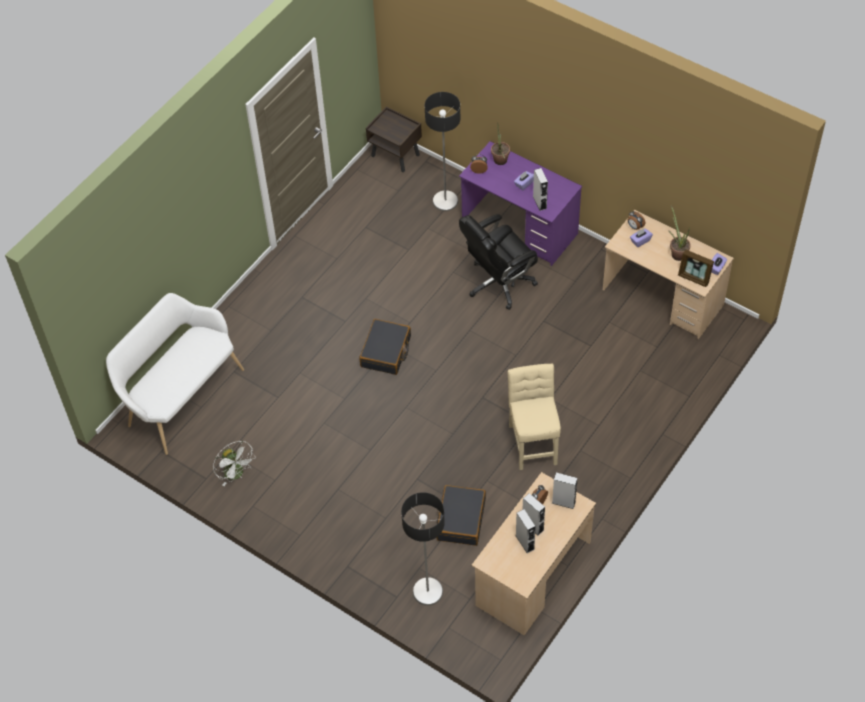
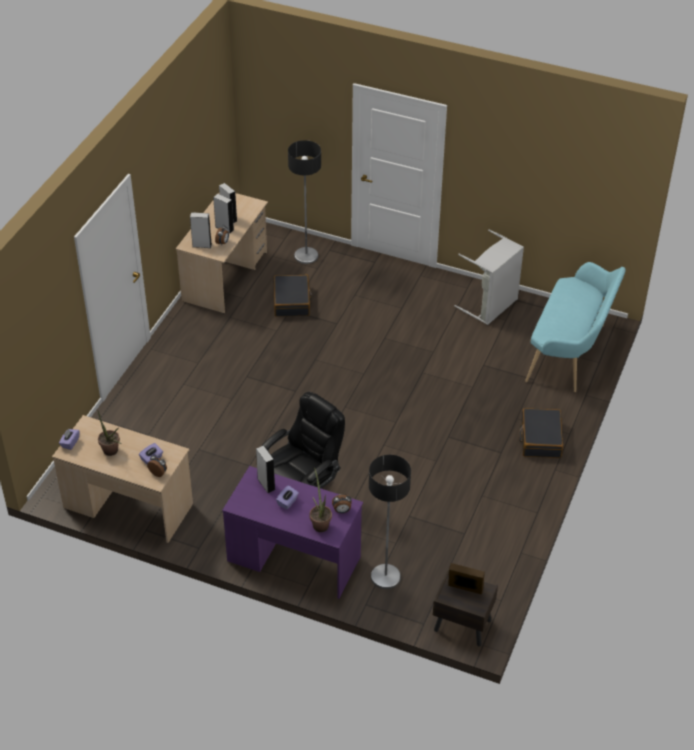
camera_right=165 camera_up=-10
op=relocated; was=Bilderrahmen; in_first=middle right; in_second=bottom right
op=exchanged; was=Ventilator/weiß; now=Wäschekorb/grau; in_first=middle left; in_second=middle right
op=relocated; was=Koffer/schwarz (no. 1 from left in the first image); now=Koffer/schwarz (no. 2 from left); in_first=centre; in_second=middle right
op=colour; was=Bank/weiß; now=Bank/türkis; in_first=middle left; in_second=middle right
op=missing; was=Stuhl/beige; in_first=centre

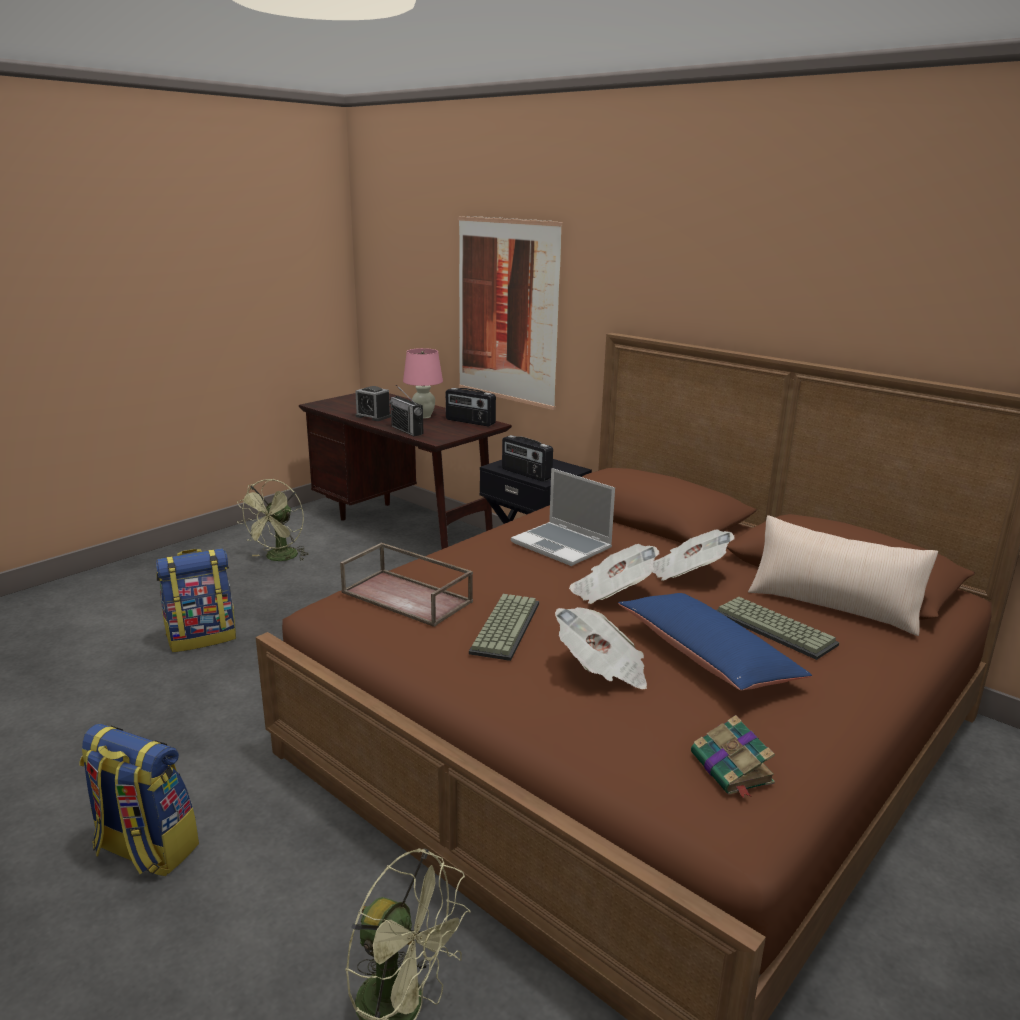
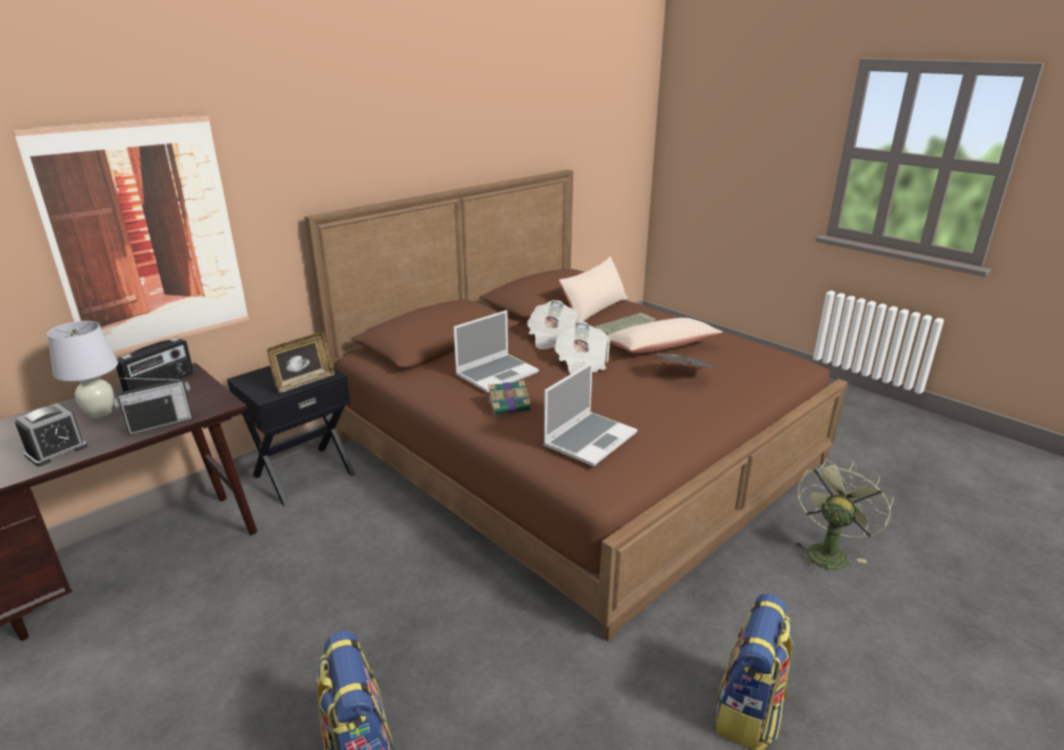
camera_right=-85 camera_up=5
op=colour; was=Tischlampe/rosa; now=Tischlampe/weiß; in_first=centre; in_second=middle left
op=exchanged; was=Radio (no. 3 from left); now=Bilderrahmen; in_first=centre; in_second=middle left
op=relocated; was=Buch; in_first=bottom right; in_second=centre
op=exchanged; was=Tablett/braun; now=Laptop (no. 2 from left); in_first=centre; in_second=centre
op=colour; was=Kissen/blau; now=Kissen/beige (no. 2 from left); in_first=middle right; in_second=centre
op=missing; was=Ventilator/grün (no. 1 from left); in_first=middle left
op=missing; was=Tastatur (no. 1 from left); in_first=centre

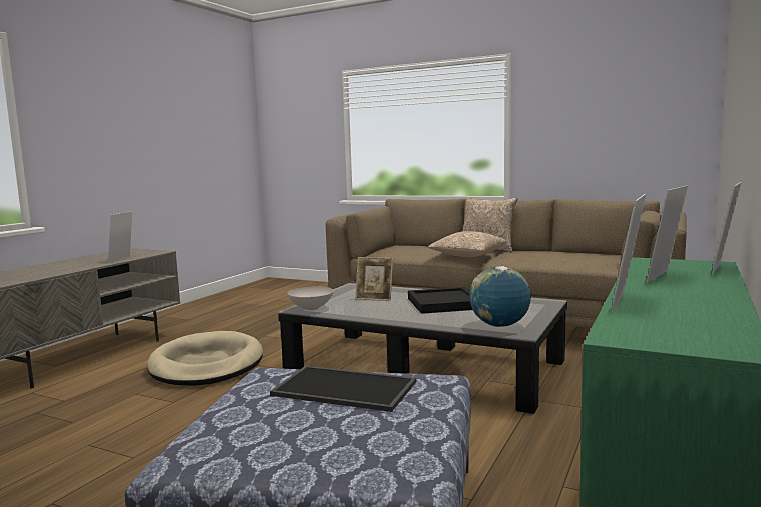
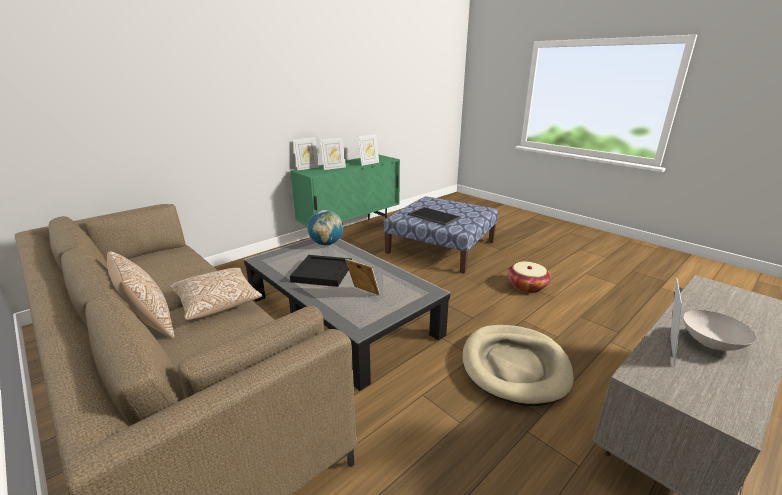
camera_right=-160 camera_up=15
op=appeared; now=Korb; in_second=middle right
op=relocated; was=Schüssel/weiß; in_first=centre; in_second=bottom right

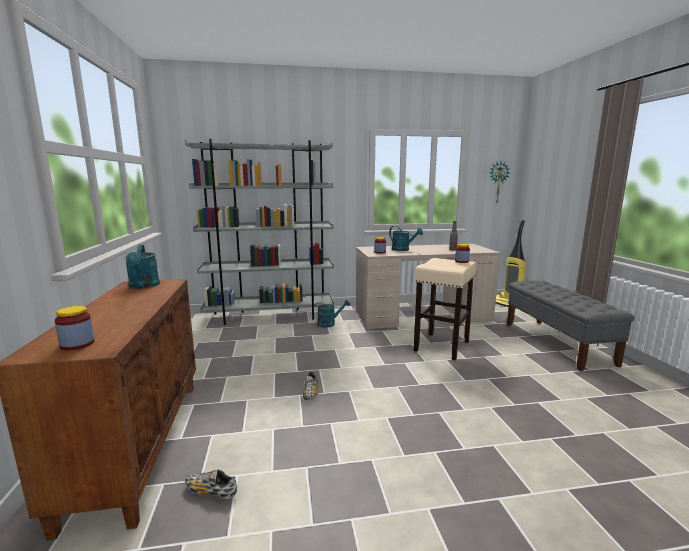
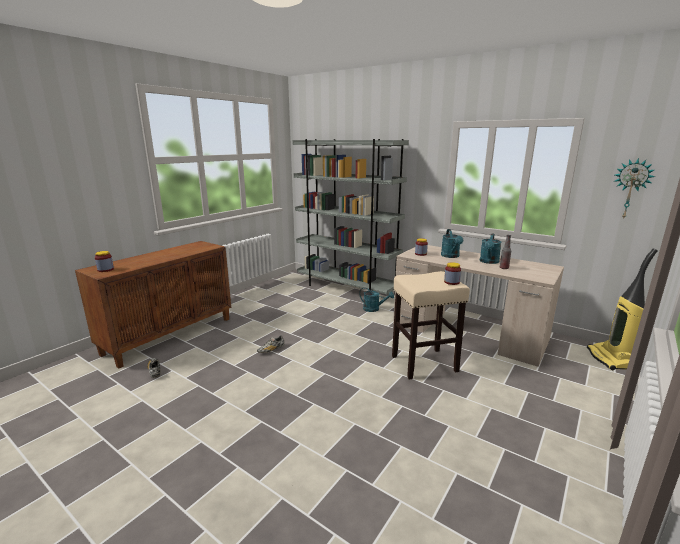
camera_right=45 camera_up=5
op=relocated; was=Gießkanne/türkis (no. 1 from left in the first image); now=Gießkanne/türkis (no. 3 from left); in_first=middle left; in_second=middle right
op=missing; was=Bank/grau; in_first=middle right

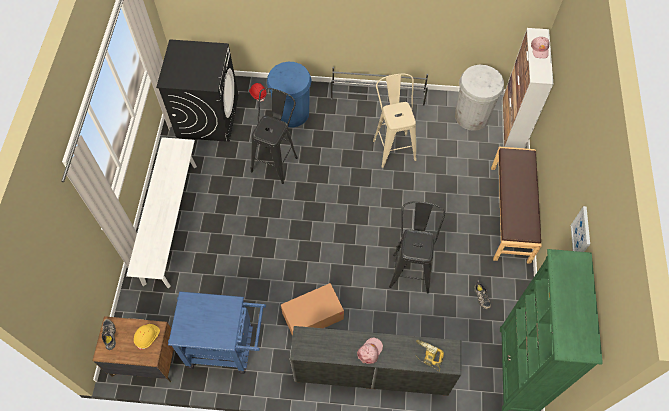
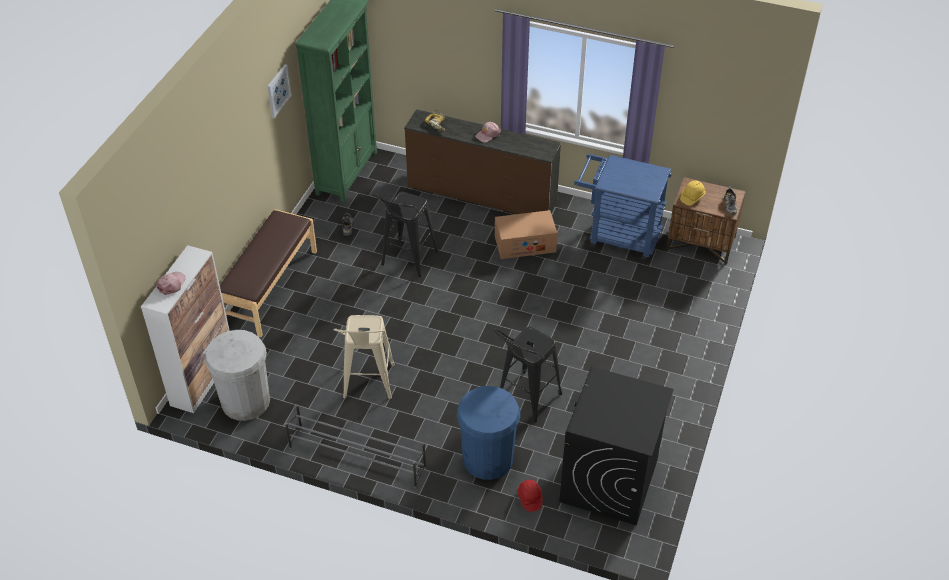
camera_right=-165 camera_up=-15
op=missing; was=Bank/weiß; in_first=middle left

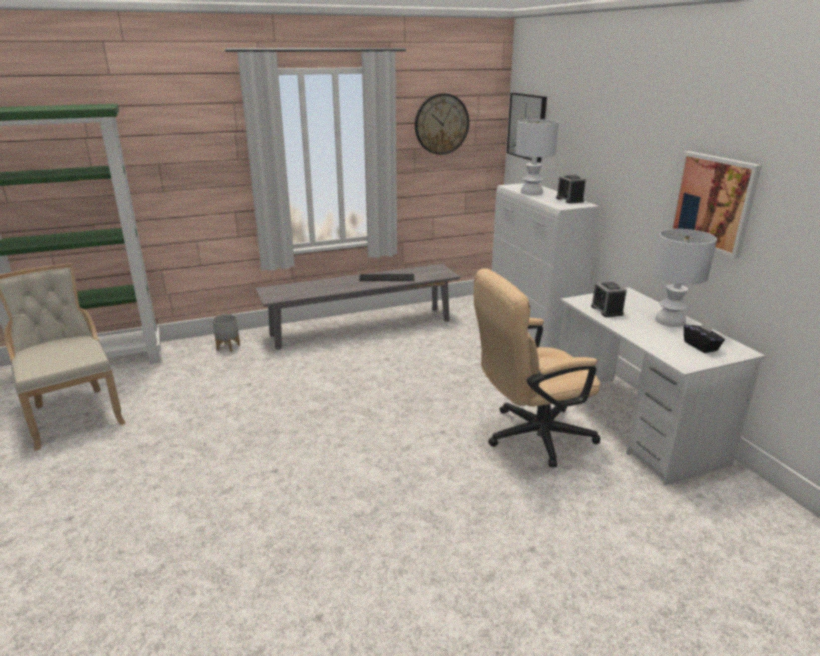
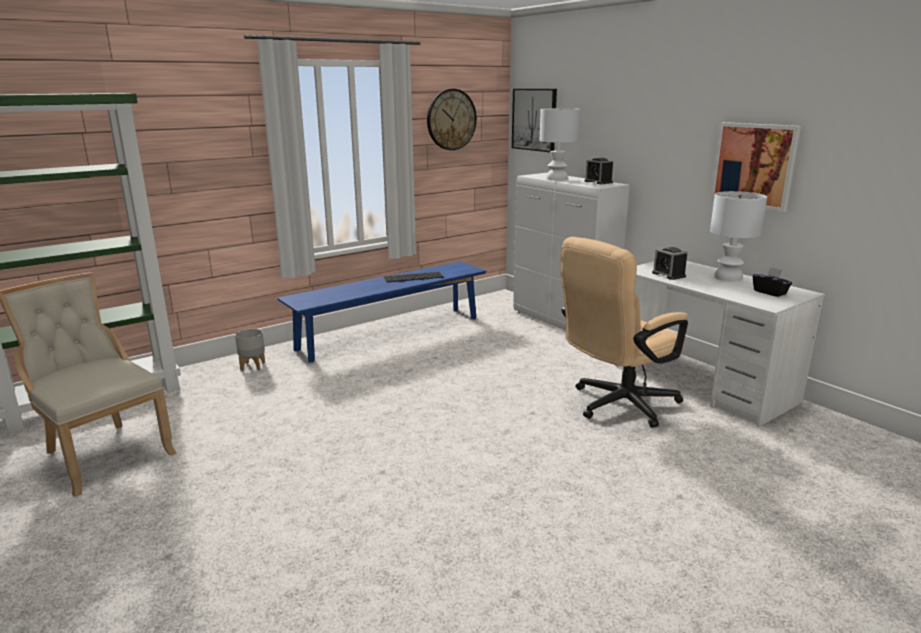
camera_right=-15 camera_up=-5
op=colour; was=Bank/grau; now=Bank/blau; in_first=centre; in_second=centre

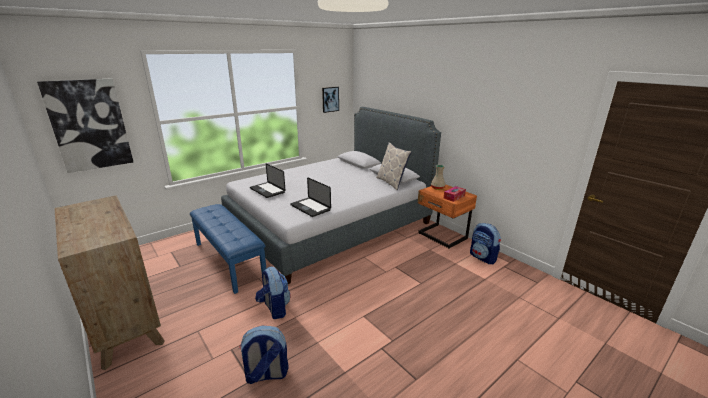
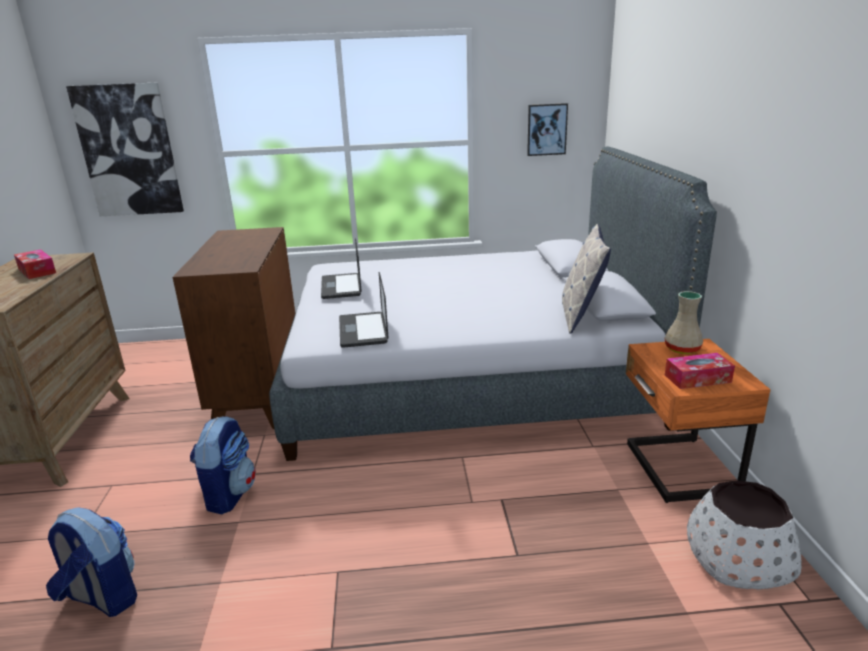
camera_right=35 camera_up=0
op=appeared; now=Taschentuchbox (no. 1 from left); in_second=middle left
op=exchanged; was=Bank/blau; now=Kommode/braun (no. 2 from left); in_first=middle left; in_second=middle left
op=exchanged; was=Rucksack (no. 3 from left); now=Pflanzkübel/weiß; in_first=middle right; in_second=bottom right

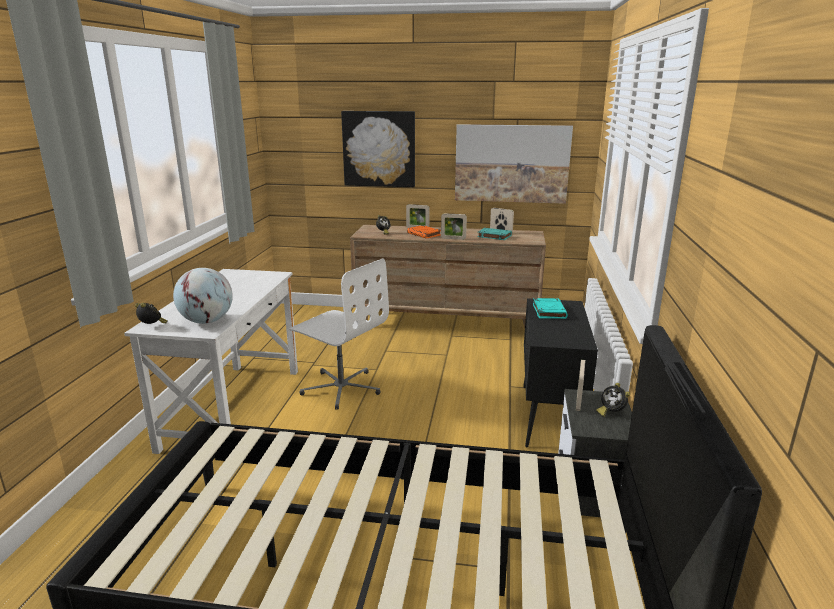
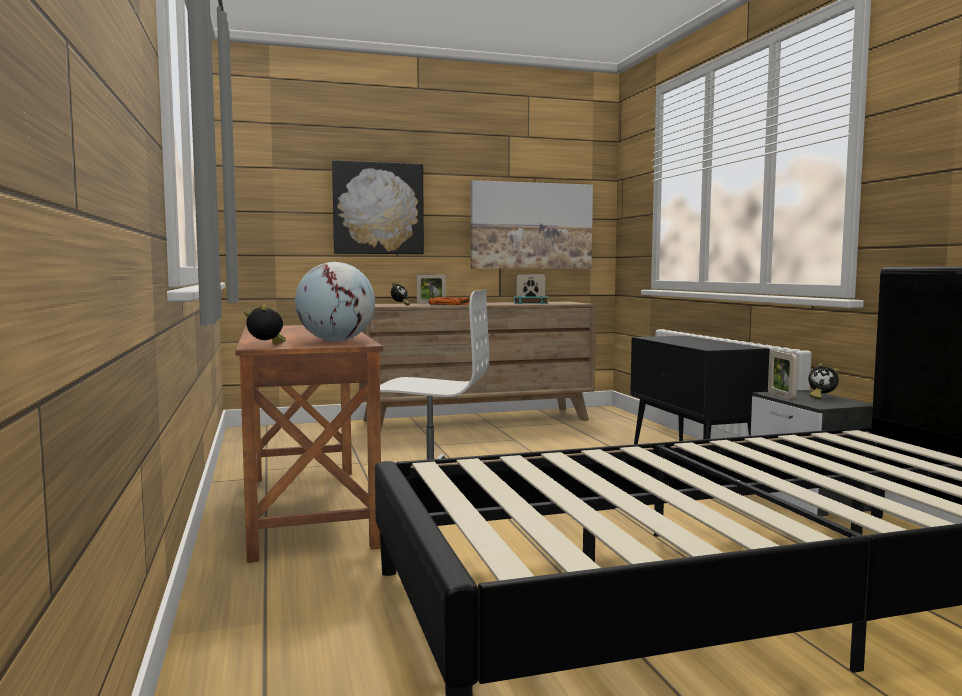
camera_right=-25 camera_up=-15
op=colour; was=Schreibtisch/weiß; now=Schreibtisch/braun; in_first=middle left; in_second=middle left
op=missing; was=Bilderrahmen (no. 2 from left); in_first=centre
op=missing; was=Buch/türkis (no. 2 from left); in_first=centre

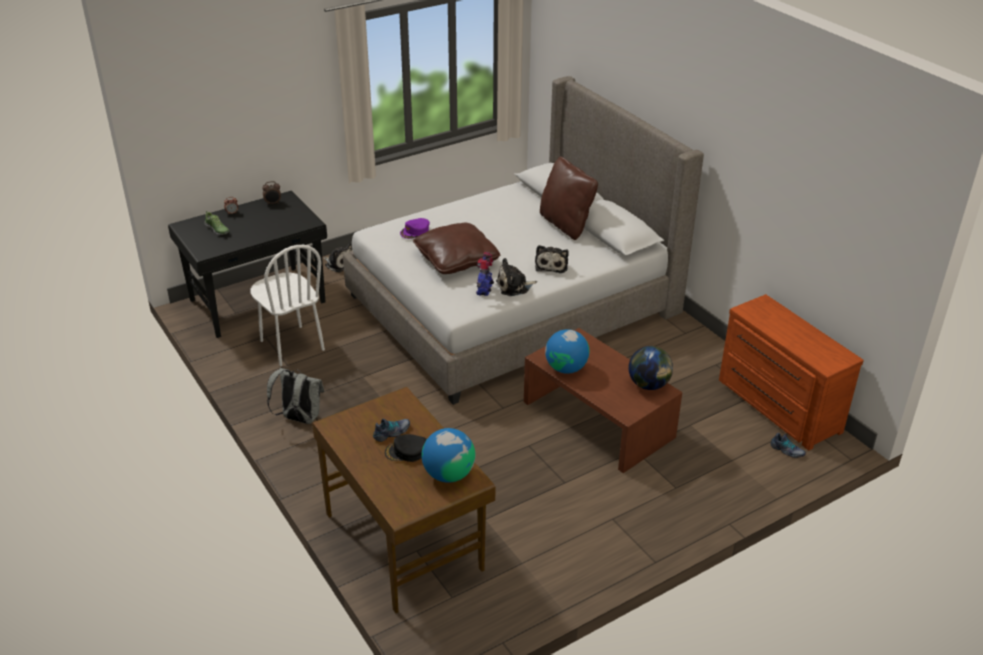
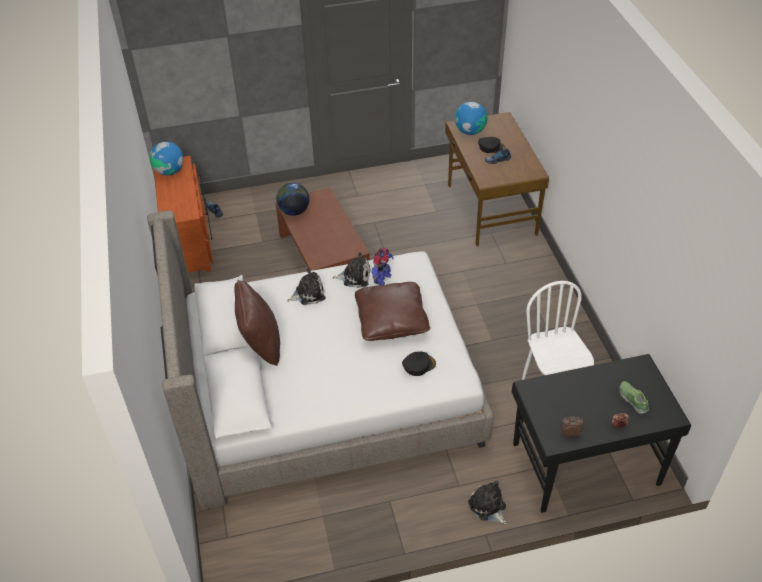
camera_right=-160 camera_up=10
op=relocated; was=Globus (no. 2 from left in the first image); now=Globus (no. 1 from left); in_first=centre; in_second=top left
op=spun; was=Plüschtier (no. 3 from left in the first image); in_first=centre; in_second=centre; clockwise=45
op=colour; was=Kappe/lila; now=Kappe/schwarz (no. 1 from left); in_first=centre; in_second=centre
op=missing; was=Rucksack/grau; in_first=middle left

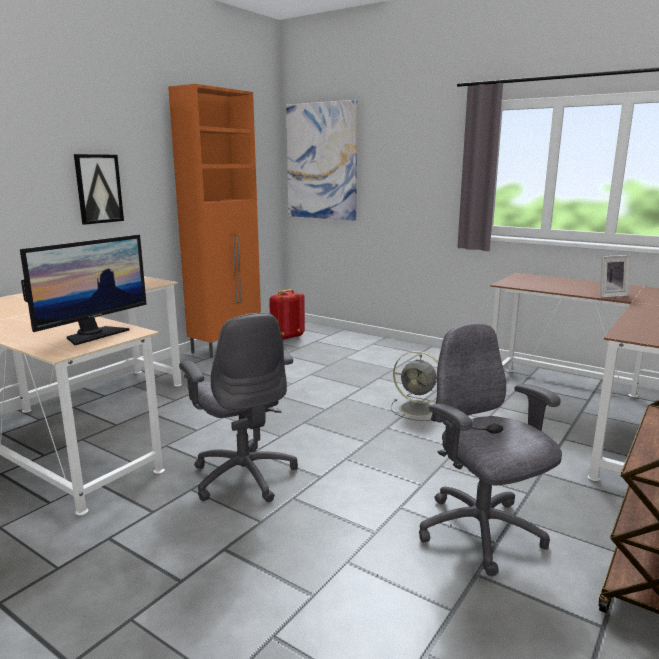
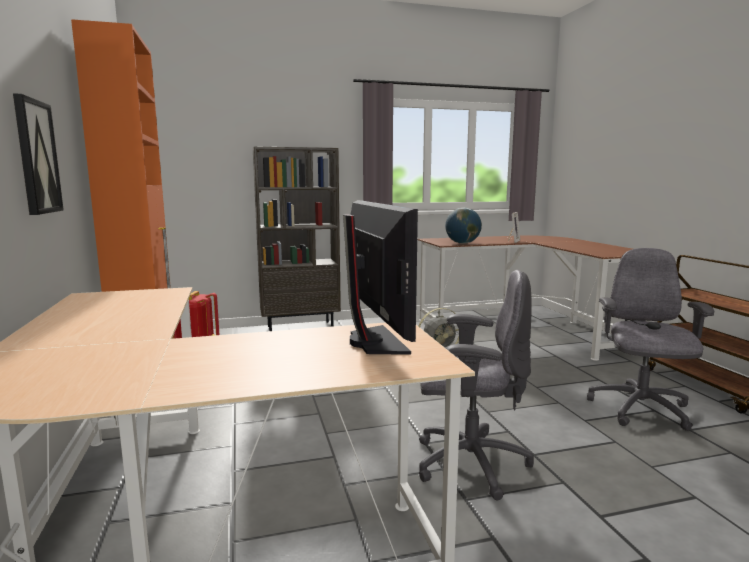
camera_right=-50 camera_up=-5
op=appeared; now=Bücherregal/braun; in_second=centre
op=appeared; now=Globus; in_second=centre
op=spun; was=Bürostuhl/grau (no. 2 from left); in_first=bottom right; in_second=middle right; clockwise=90
op=missing; was=Bild (no. 2 from left); in_first=top centre

